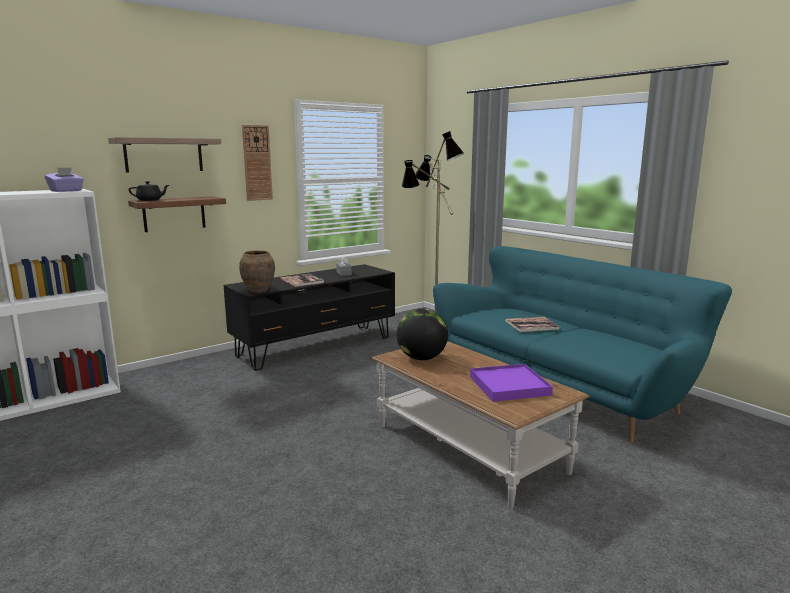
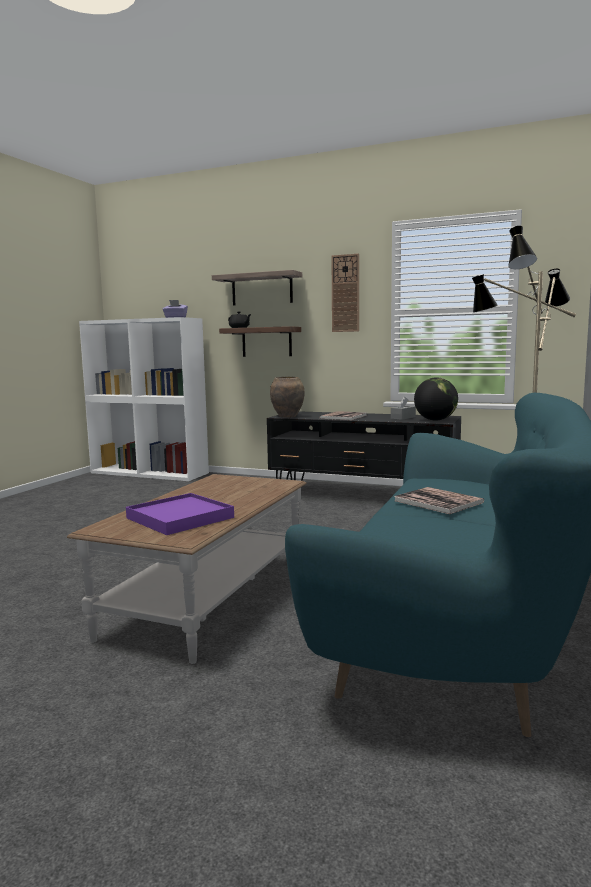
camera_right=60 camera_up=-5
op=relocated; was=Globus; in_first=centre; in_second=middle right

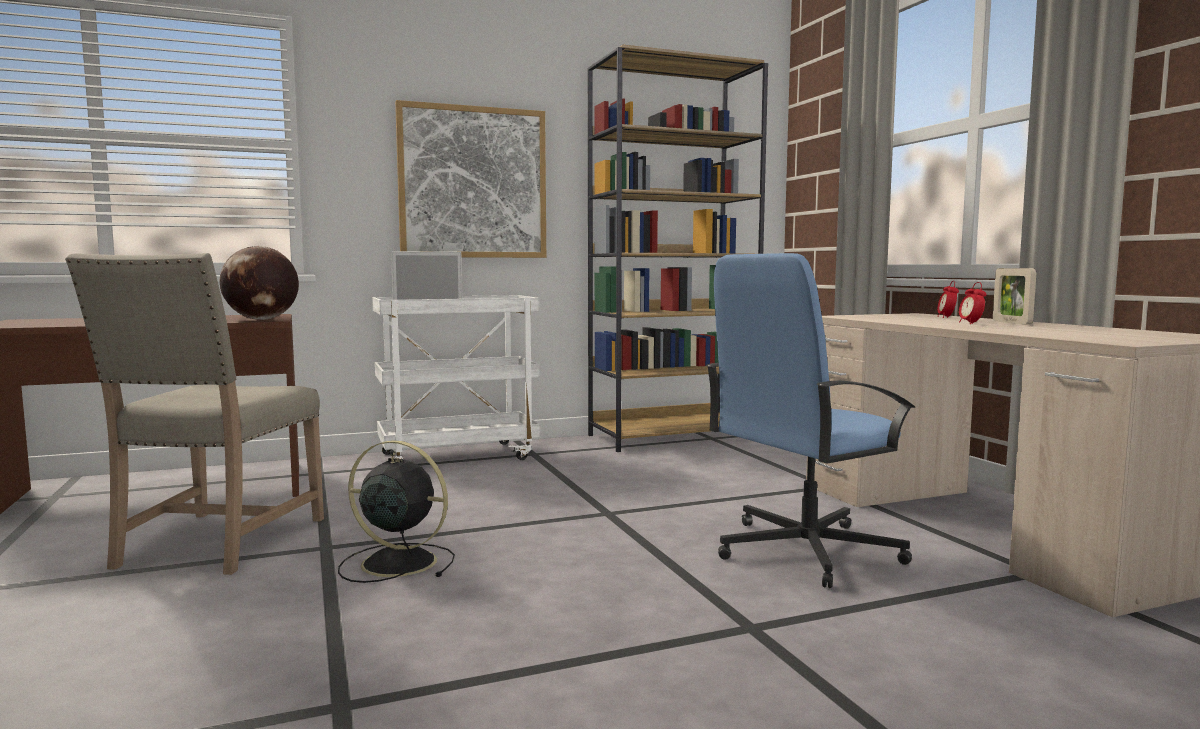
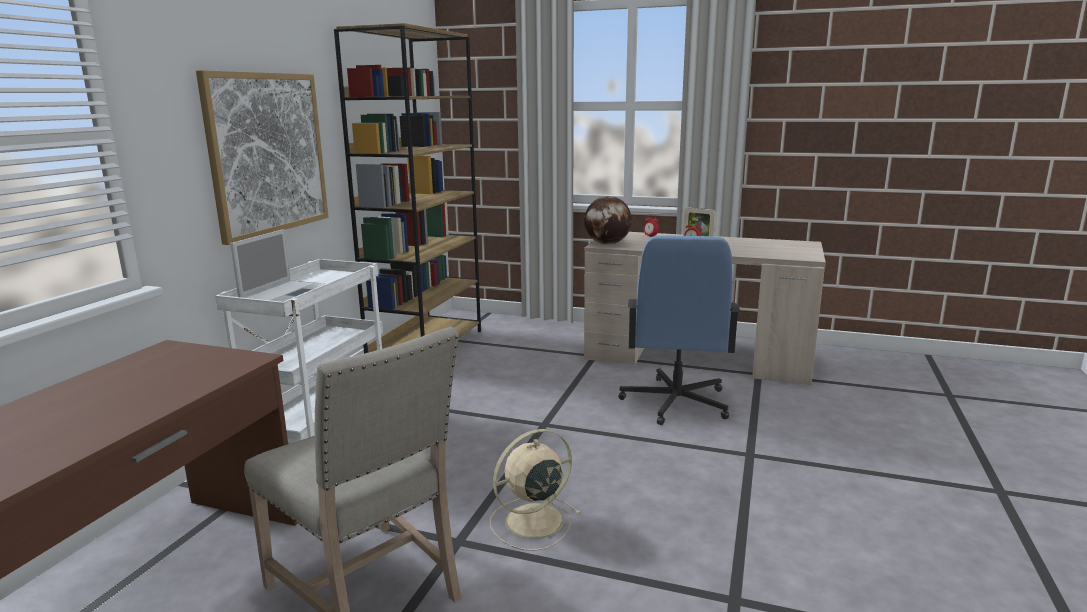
camera_right=-50 camera_up=10
op=colour; was=Ventilator/schwarz; now=Ventilator/beige; in_first=bottom left; in_second=bottom centre
op=relocated; was=Globus; in_first=middle left; in_second=centre

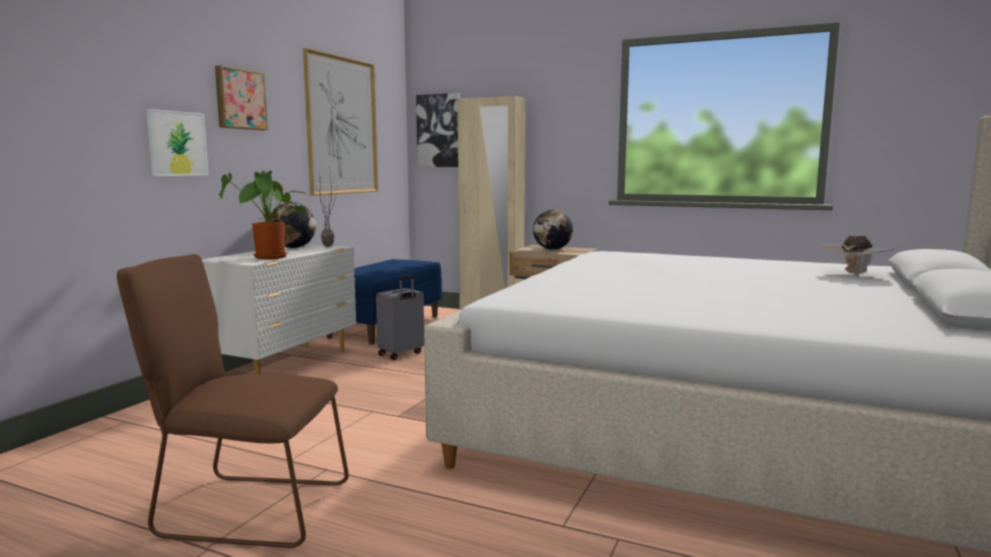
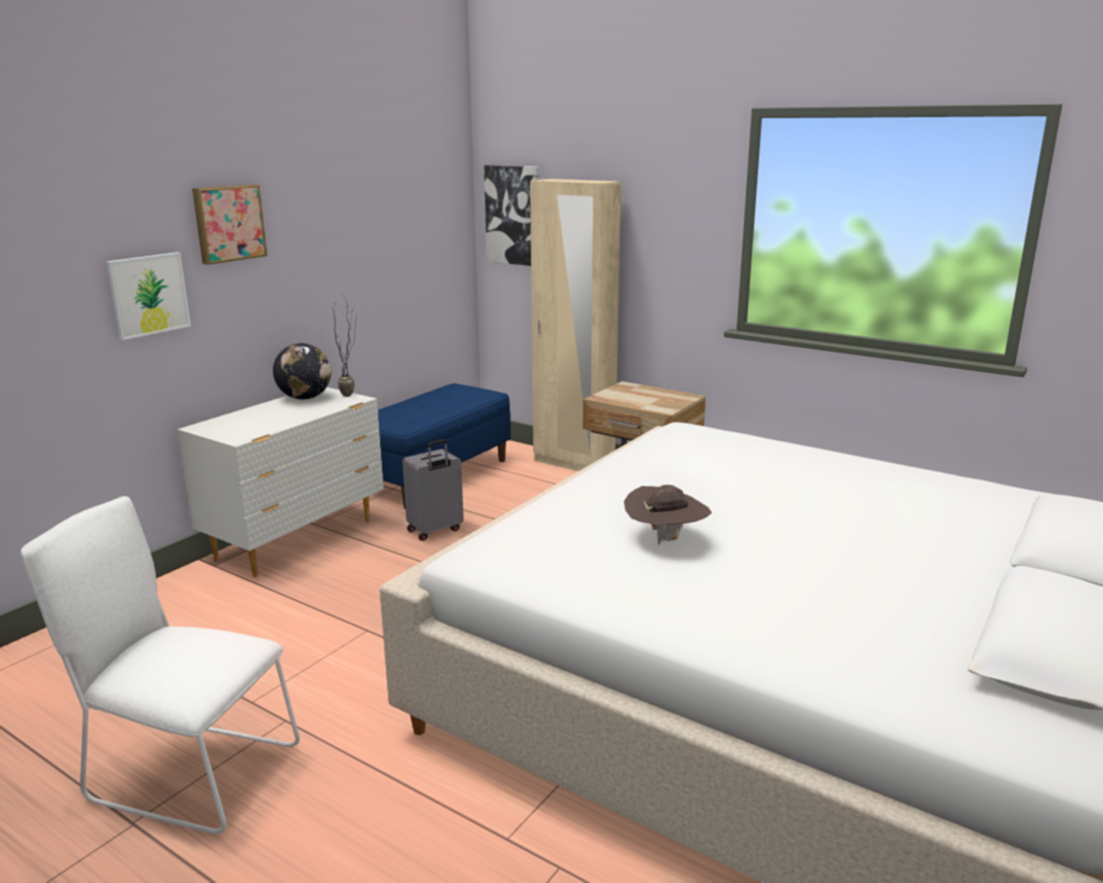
camera_right=10 camera_up=10
op=colour; was=Stuhl/braun; now=Stuhl/weiß; in_first=bottom left; in_second=bottom left
op=relocated; was=Hut/braun; in_first=middle right; in_second=centre
op=missing; was=Topfpflanze (no. 1 from left); in_first=middle left
op=missing; was=Bild (no. 3 from left); in_first=top centre
op=missing; was=Globus (no. 2 from left); in_first=centre

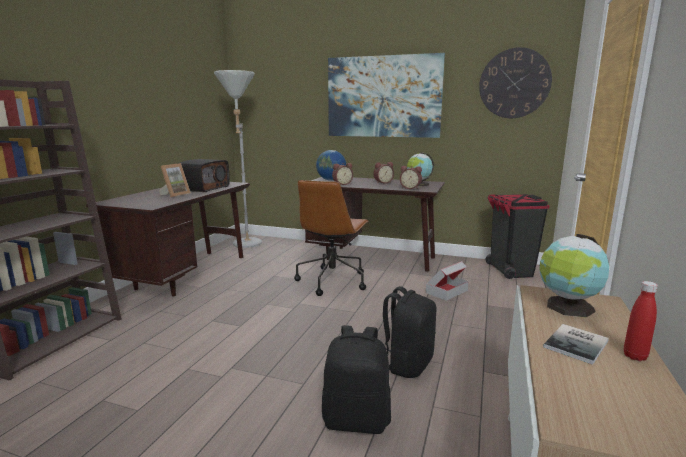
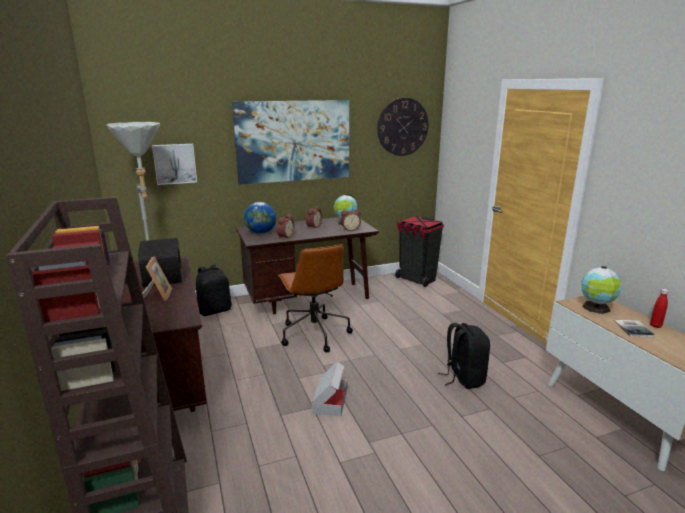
camera_right=-40 camera_up=5
op=appeared; now=Bild (no. 1 from left); in_second=top left
op=relocated; was=Rucksack/schwarz (no. 1 from left); in_first=bottom centre; in_second=middle left
op=relocated; was=Karton; in_first=centre; in_second=bottom centre

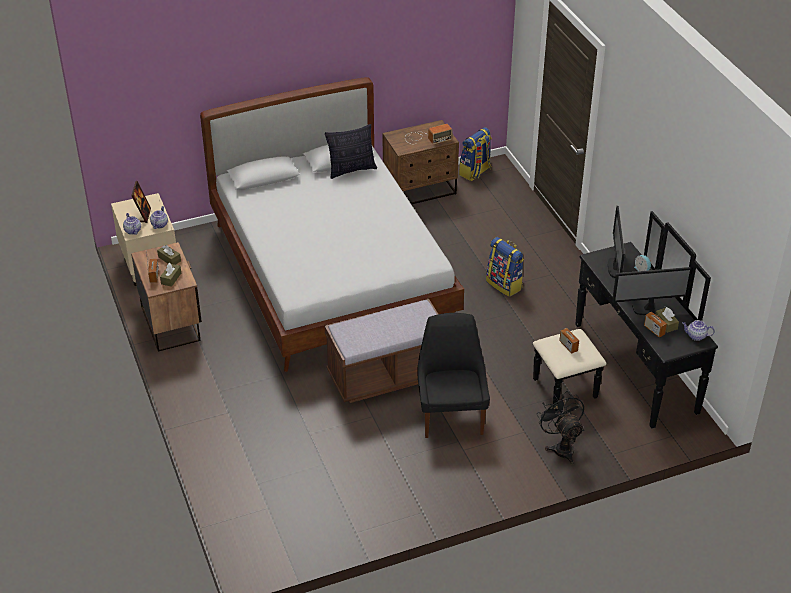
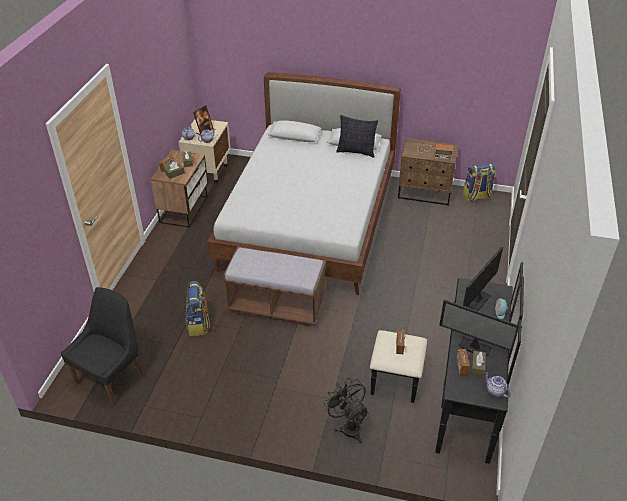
camera_right=35 camera_up=0
op=relocated; was=Stuhl/schwarz; in_first=centre; in_second=bottom left
op=relocated; was=Rucksack (no. 2 from left in the first image); now=Rucksack (no. 1 from left); in_first=centre; in_second=middle left
op=spun; was=Ventilator/schwarz; in_first=bottom right; in_second=bottom centre; clockwise=-45

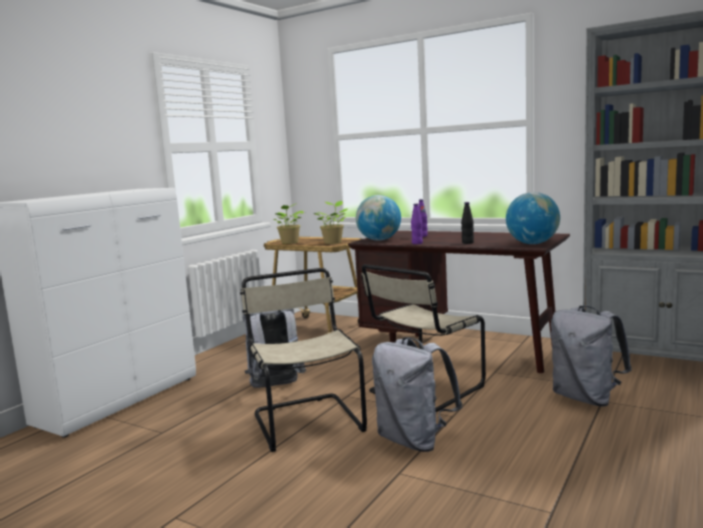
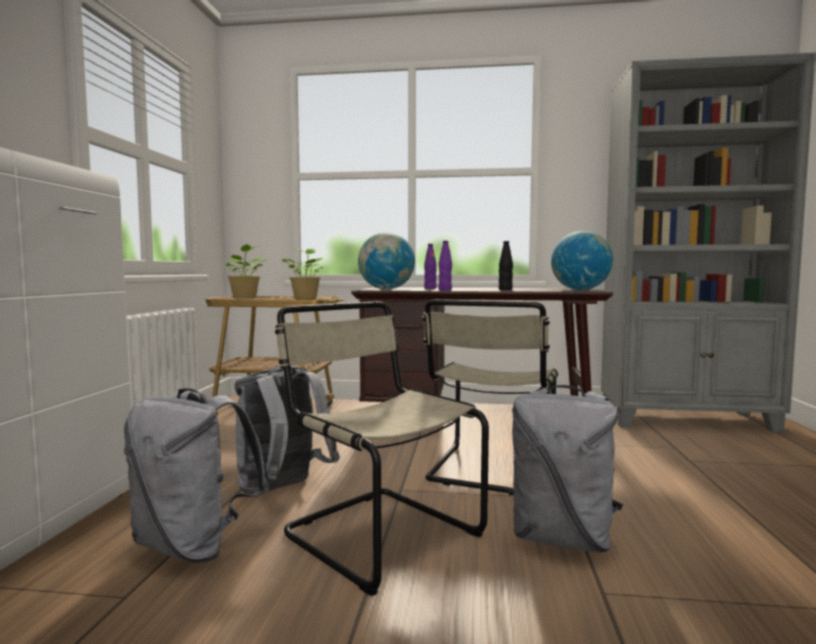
camera_right=-25 camera_up=-5
op=relocated; was=Rucksack/grau (no. 3 from left in the first image); now=Rucksack/grau (no. 1 from left); in_first=bottom right; in_second=bottom left

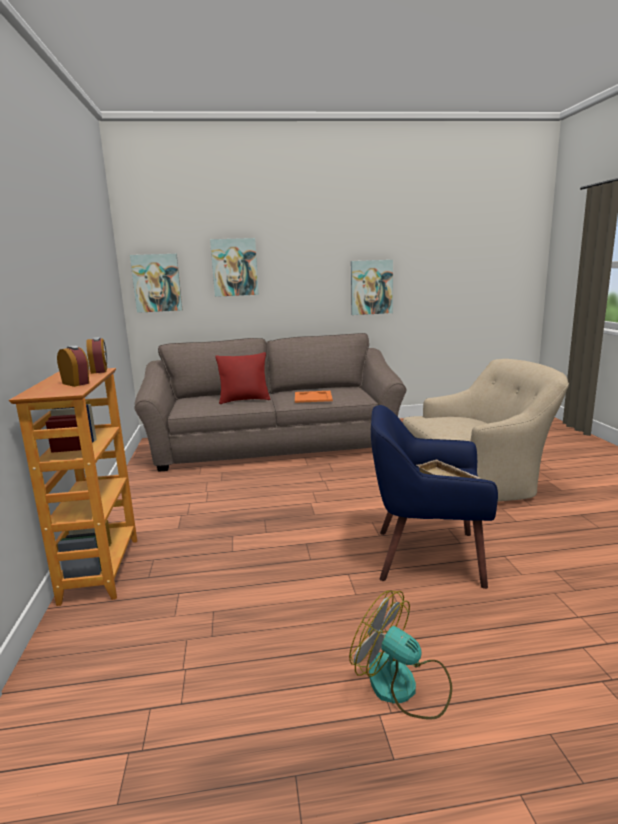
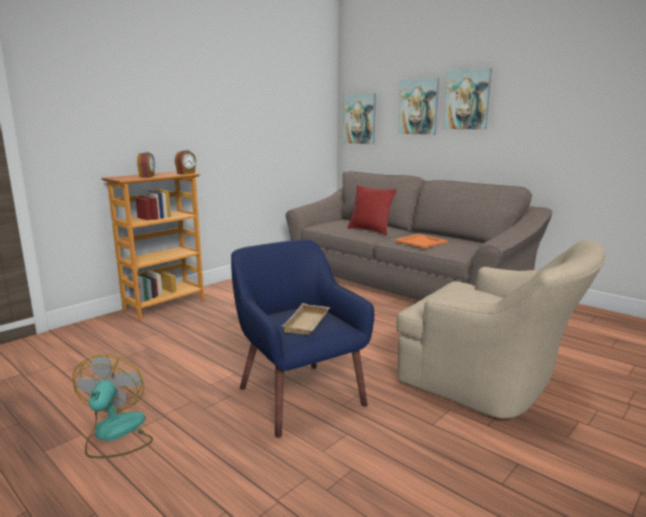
camera_right=50 camera_up=0
op=relocated; was=Bild (no. 3 from left); in_first=centre; in_second=top right

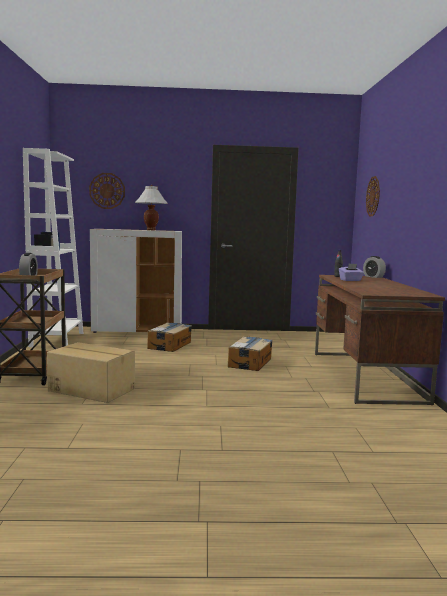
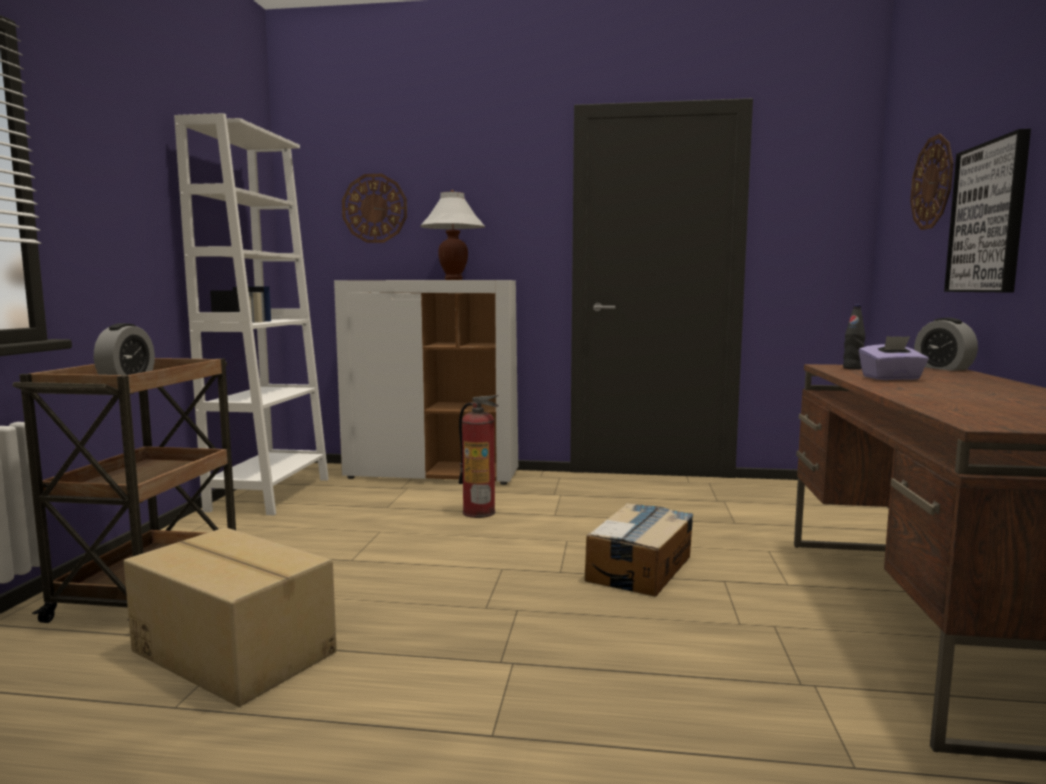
camera_right=10 camera_up=0
op=exchanged; was=Karton (no. 2 from left); now=Feuerlöscher; in_first=centre; in_second=centre
op=appeared; now=Bild; in_second=top right

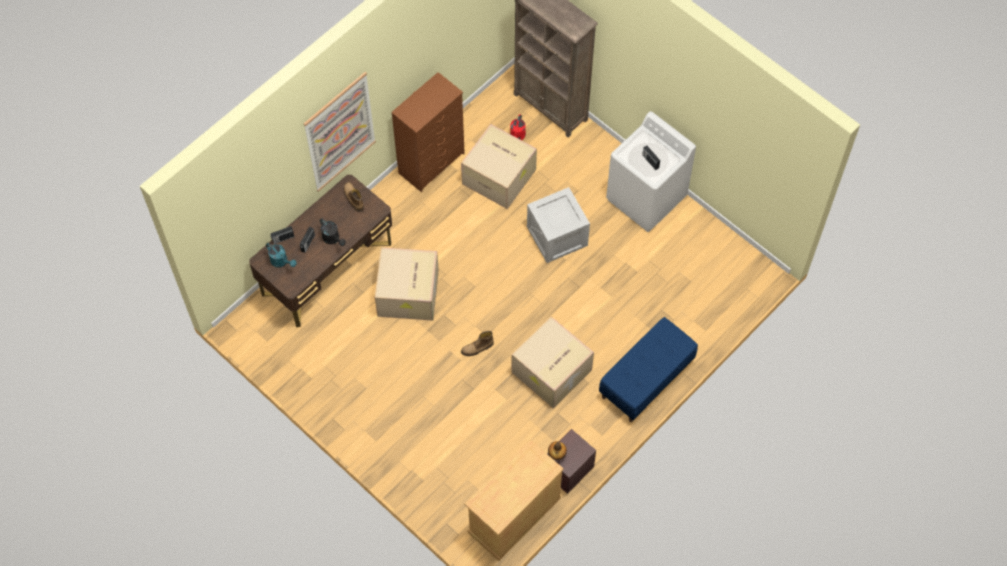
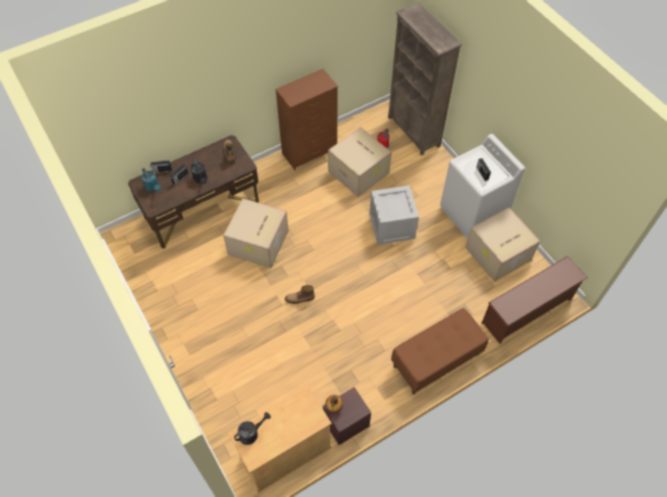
camera_right=15 camera_up=-5
op=appeared; now=Gießkanne/schwarz (no. 2 from left); in_second=bottom centre
op=colour; was=Bank/blau; now=Bank/braun; in_first=centre; in_second=bottom centre
op=relocated; was=Karton (no. 3 from left); in_first=centre; in_second=middle right
op=appeared; now=Schuhregal/braun; in_second=middle right
op=missing; was=Bild; in_first=top centre

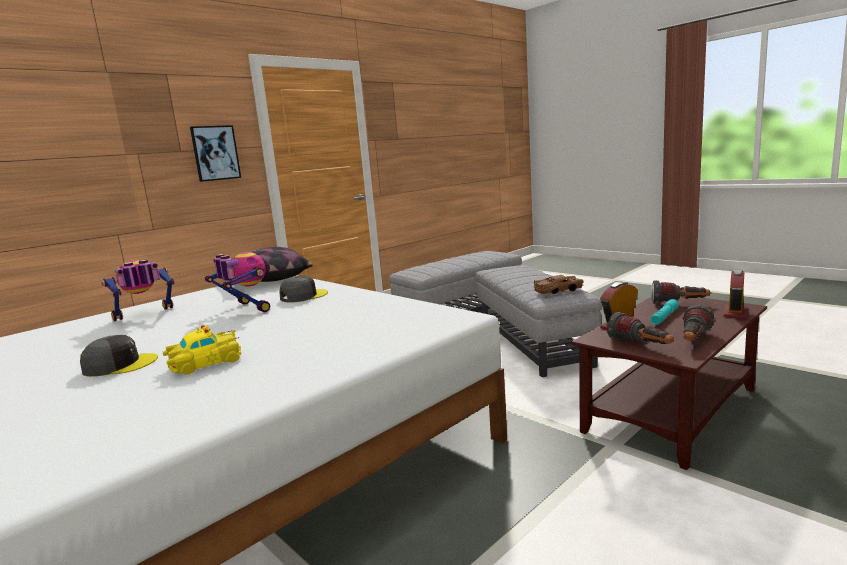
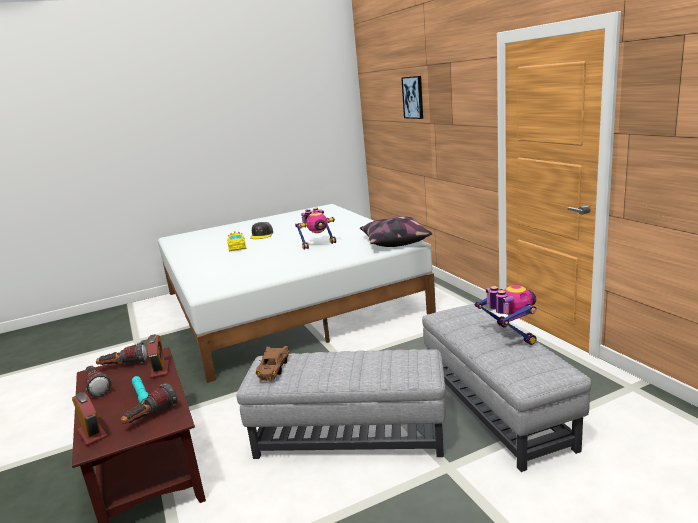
camera_right=110 camera_up=5
op=relocated; was=Bild; in_first=top left; in_second=top centre
op=relocated; was=Spielzeugroboter (no. 1 from left in the first image); now=Spielzeugroboter (no. 2 from left); in_first=middle left; in_second=middle right
op=missing; was=Kappe/grau (no. 2 from left); in_first=centre

